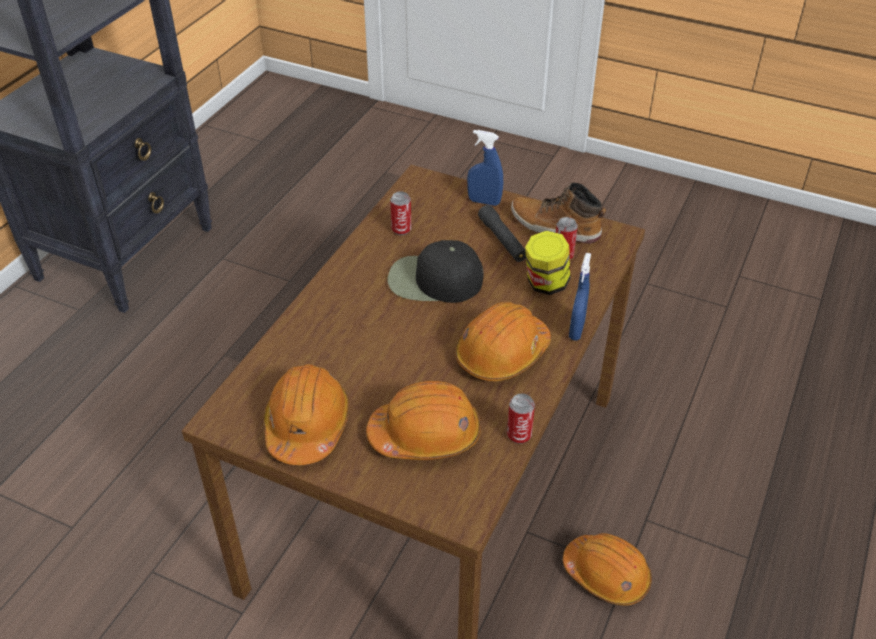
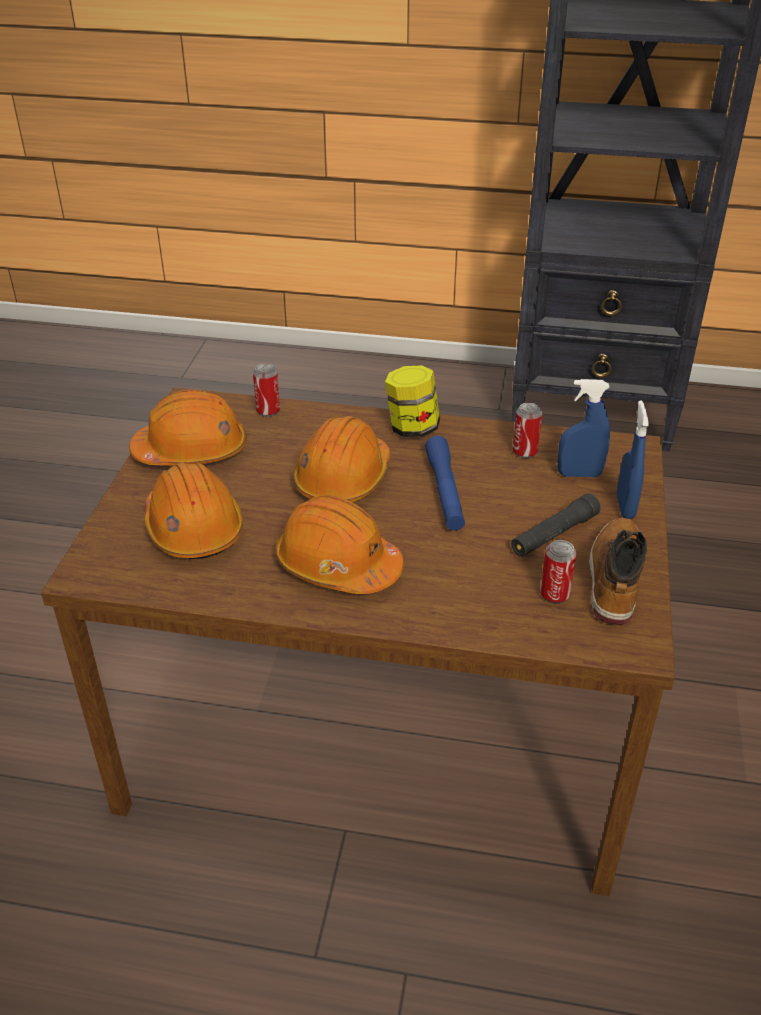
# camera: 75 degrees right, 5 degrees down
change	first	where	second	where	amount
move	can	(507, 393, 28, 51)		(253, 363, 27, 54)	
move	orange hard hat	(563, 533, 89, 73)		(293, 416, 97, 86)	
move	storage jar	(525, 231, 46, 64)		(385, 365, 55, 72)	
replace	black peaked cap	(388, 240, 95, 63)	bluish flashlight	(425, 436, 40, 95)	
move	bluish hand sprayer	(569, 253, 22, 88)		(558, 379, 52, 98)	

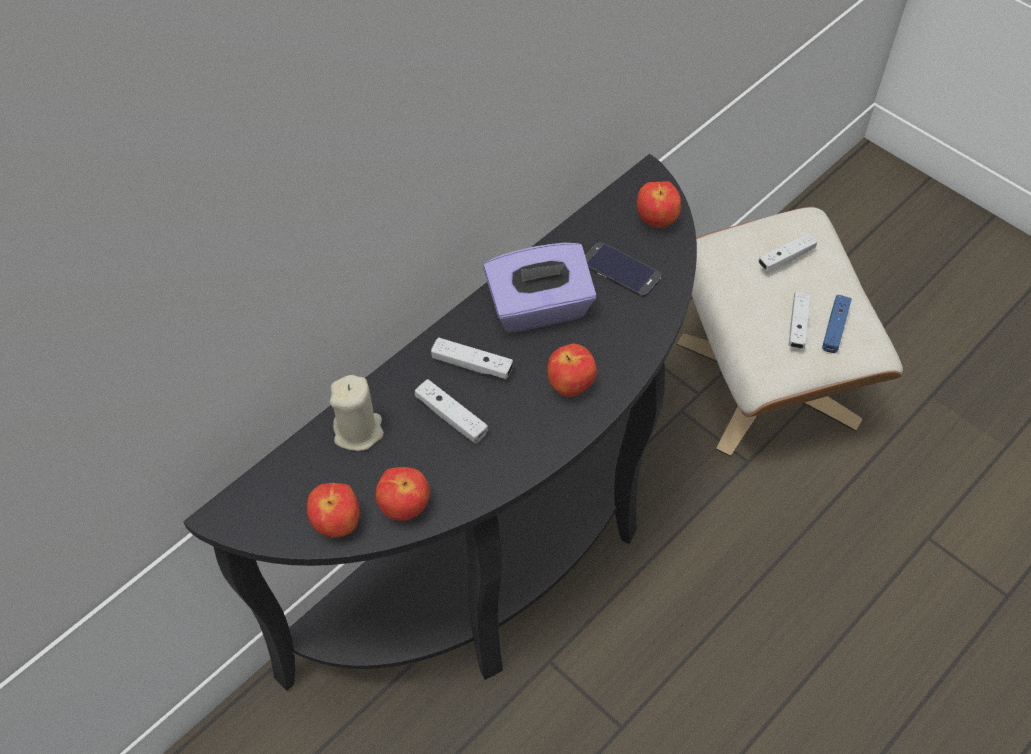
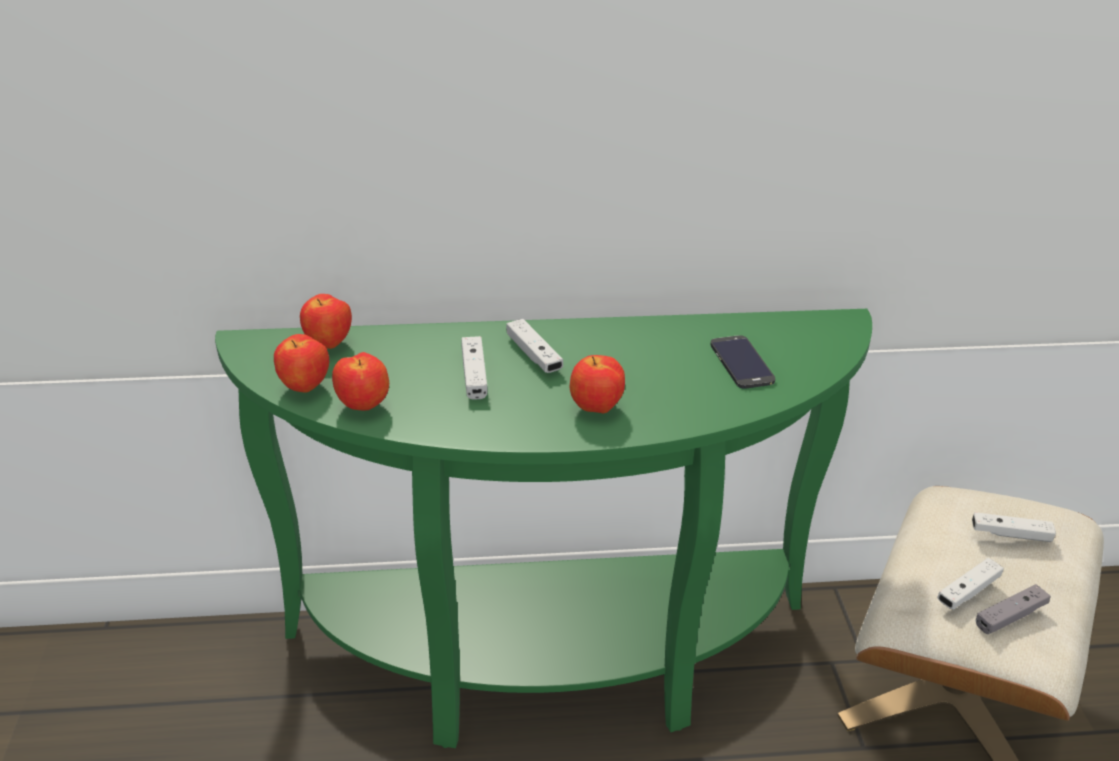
# camera: 40 degrees right, 20 degrees down
change	first	where	second	where	amount
recolor	black hall table	(183, 154, 514, 537)	green hall table	(215, 309, 657, 439)	
move	apple fruit	(637, 181, 44, 47)		(300, 294, 52, 55)	
recolor	bluish game controller	(822, 295, 30, 58)	gray game controller	(975, 584, 76, 50)	
delete	beige wax candle	(330, 375, 54, 76)			
delete	purple-coloured tissue box	(483, 243, 114, 90)			

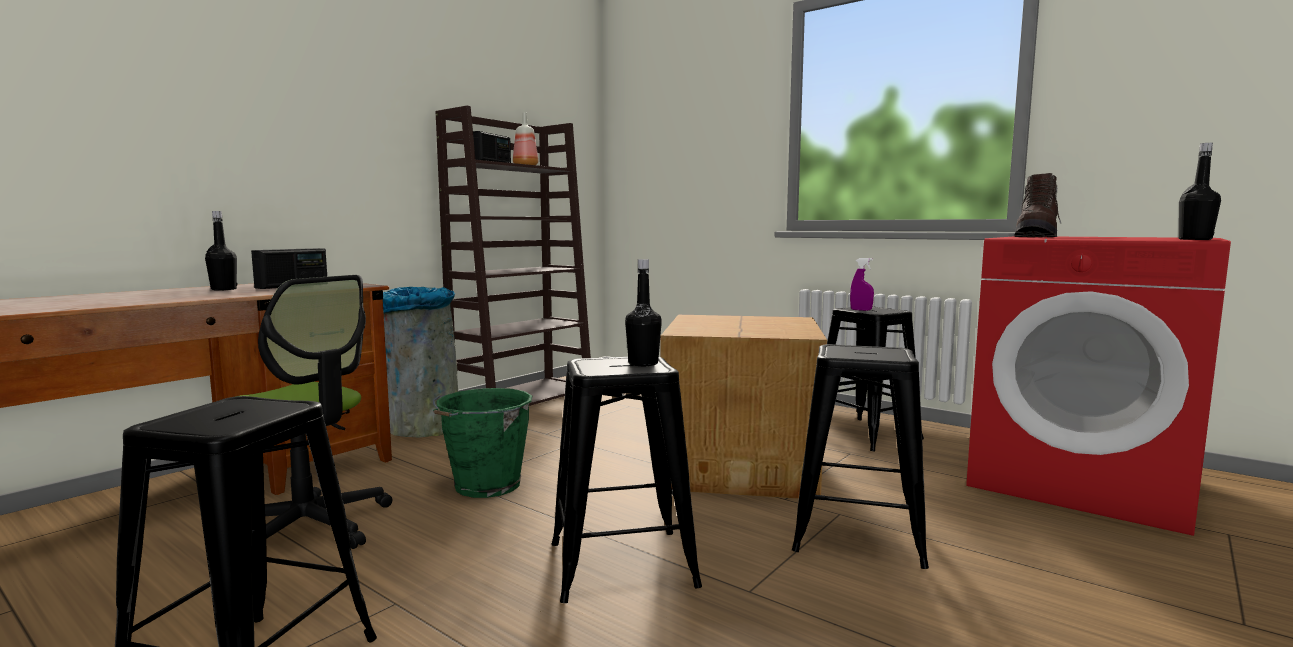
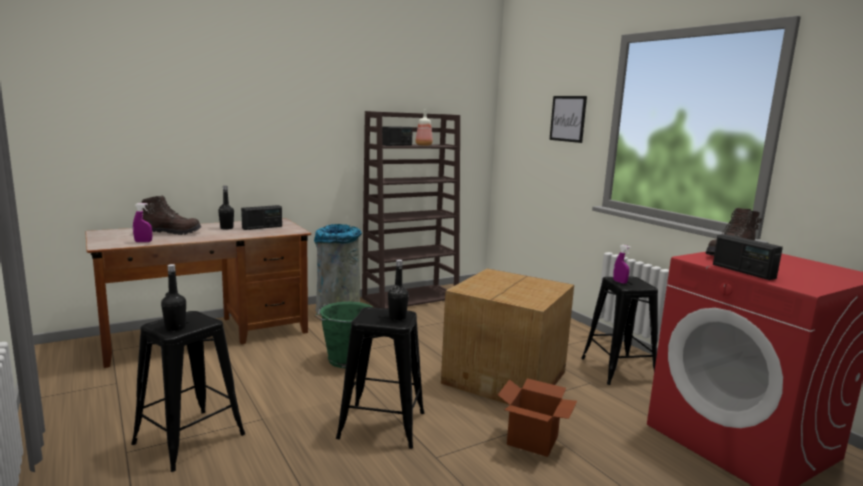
# camera: 20 degrees right, 5 degrees up
change	first	where	second	where	amount
insert			purple-coloured hand sprayer	(133, 203, 19, 39)	
insert			brown tall boot	(141, 195, 60, 40)	
move	black drink bottle	(1178, 143, 43, 97)		(161, 264, 25, 67)	
replace	black sitting stool	(792, 344, 137, 225)	packing box	(498, 378, 79, 79)	
insert			picture	(549, 96, 38, 47)	
insert			radio set	(713, 234, 70, 46)	
delete	computer chair	(235, 275, 158, 274)			

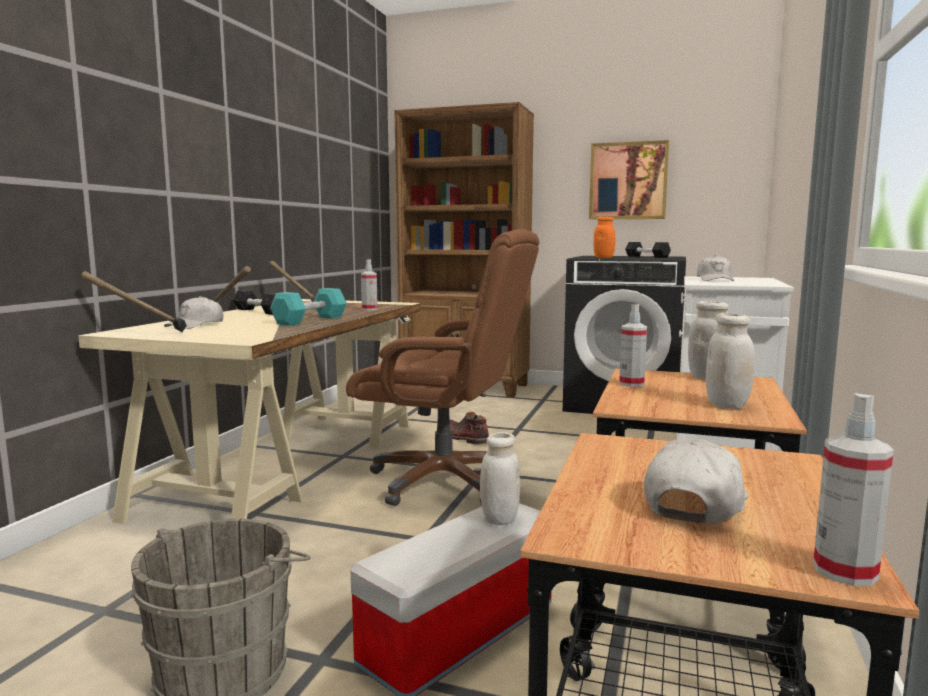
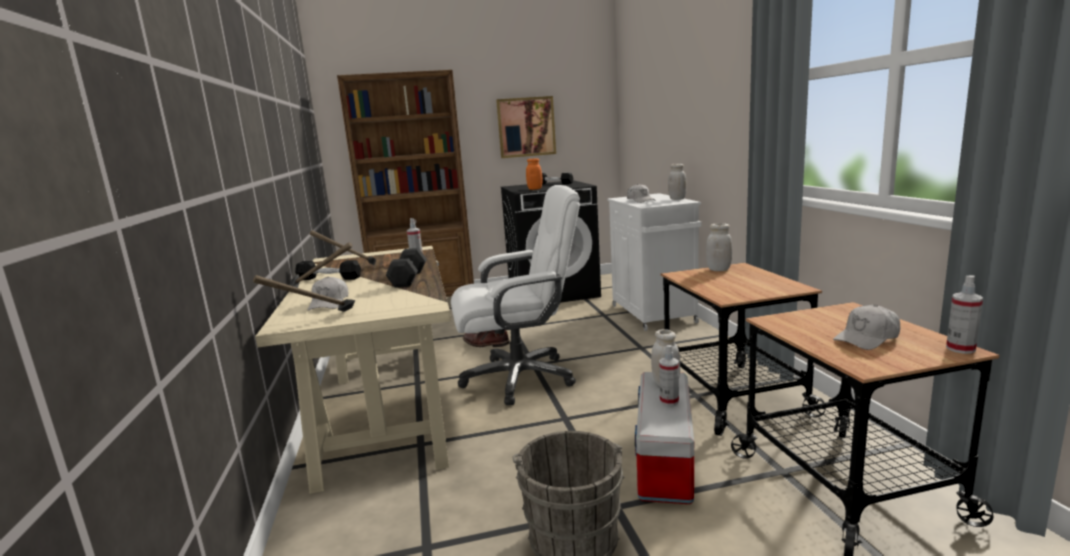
# camera: 30 degrees left, 5 degrees up
change	first	where	second	where	amount
recolor	blue-green hand weight	(270, 288, 77, 37)	black hand weight	(386, 248, 41, 39)	
recolor	brown computer chair	(346, 229, 193, 277)	whitish computer chair	(451, 185, 129, 220)	
move	hand sprayer	(619, 304, 28, 83)		(659, 345, 20, 61)	
move	whitish storage jar	(706, 313, 49, 95)		(668, 164, 19, 36)	
rotate	whitish peaked cap	(644, 439, 104, 85)		(833, 305, 67, 45)	120 degrees counterclockwise

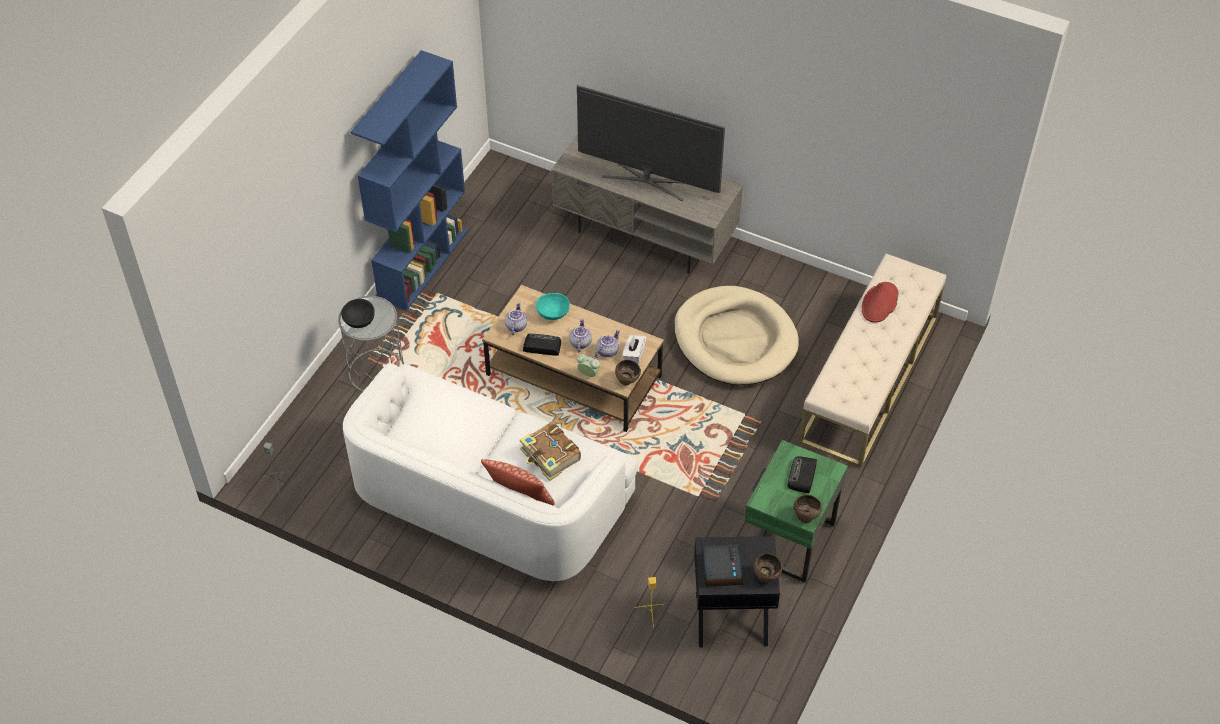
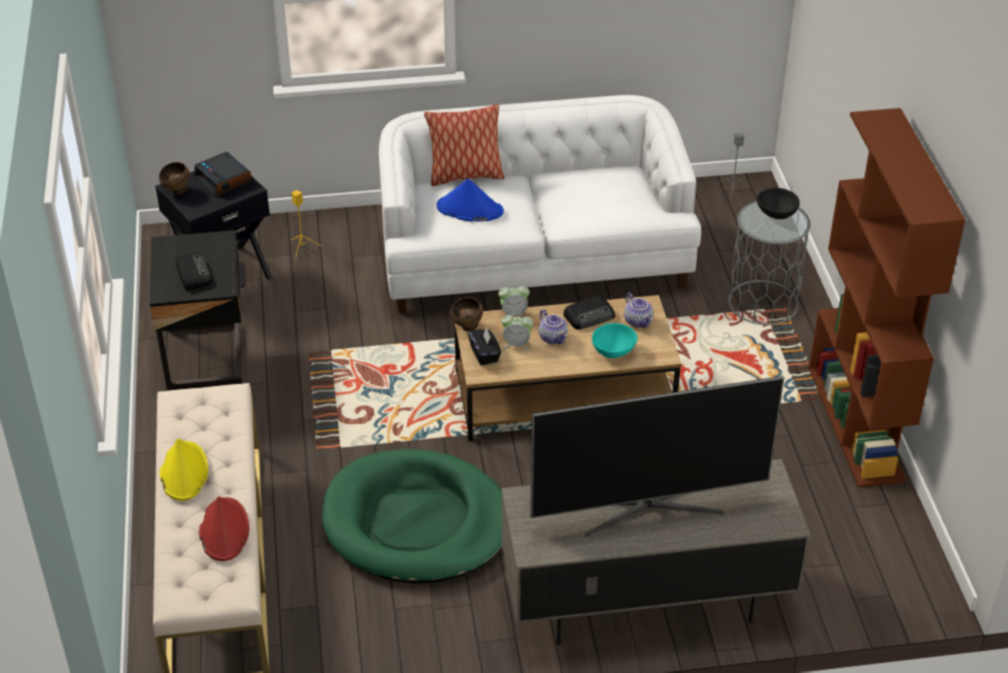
# camera: 145 degrees right, 10 degrees down
change	first	where	second	where	amount
recolor	green nightstand	(745, 440, 103, 143)	black nightstand	(149, 230, 97, 161)	
insert			yellowish wearable hat	(160, 438, 48, 63)	
recolor	beige dog cushion	(674, 286, 125, 99)	green dog cushion	(322, 449, 180, 135)	
replace	bound book	(520, 422, 61, 59)	bluish wearable hat	(437, 178, 67, 44)	
recolor	whitish tissue box	(622, 335, 24, 29)	black tissue box	(468, 327, 33, 38)	
replace	pot for tea	(595, 330, 25, 28)	bedside clock	(502, 313, 31, 37)	
recolor	bluish bookshelf	(350, 50, 119, 261)	brown bookshelf	(809, 108, 156, 379)	
delete	brown deep dish	(794, 494, 28, 29)			

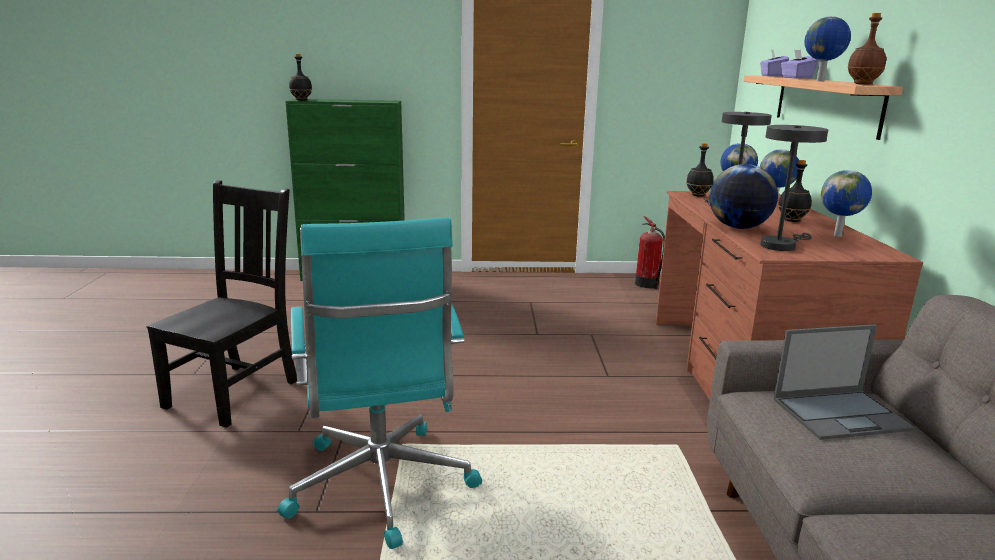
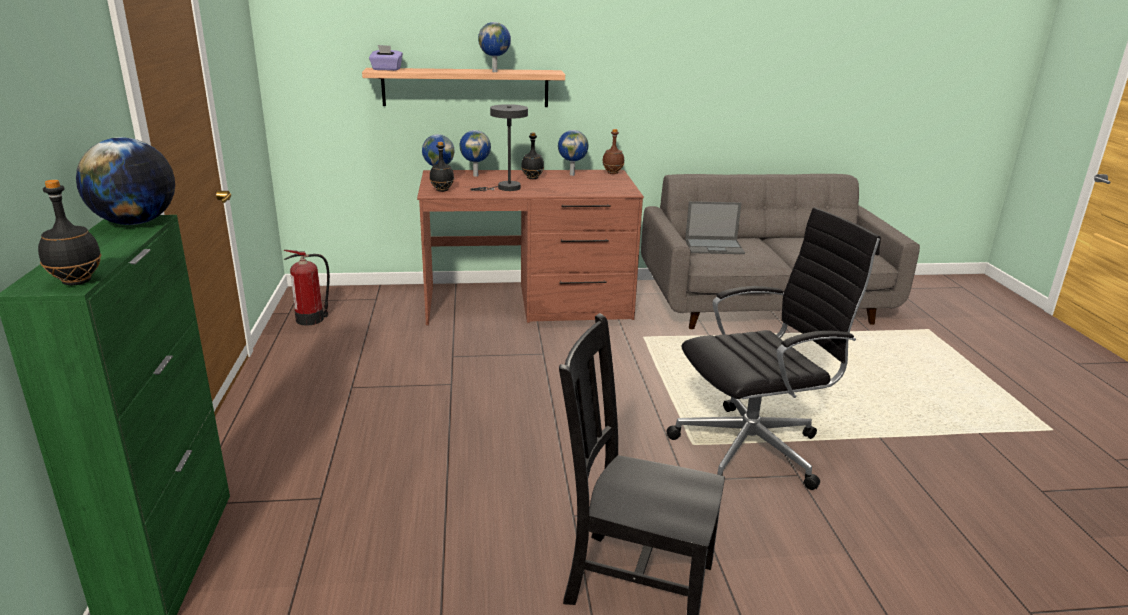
# camera: 95 degrees left, 5 degrees up
change	first	where	second	where	amount
move	desk globe	(710, 164, 68, 65)		(76, 137, 99, 88)	
move	brown drink bottle	(847, 13, 39, 72)		(602, 129, 22, 45)	
recolor	blue-green computer chair	(278, 217, 204, 332)	black computer chair	(666, 207, 215, 283)	
rotate	portable computer	(774, 324, 141, 116)		(685, 201, 60, 53)	105 degrees clockwise
delete	gray lamp for a table	(760, 125, 68, 126)			
delete	purple-coloured tissue box	(781, 50, 37, 29)			

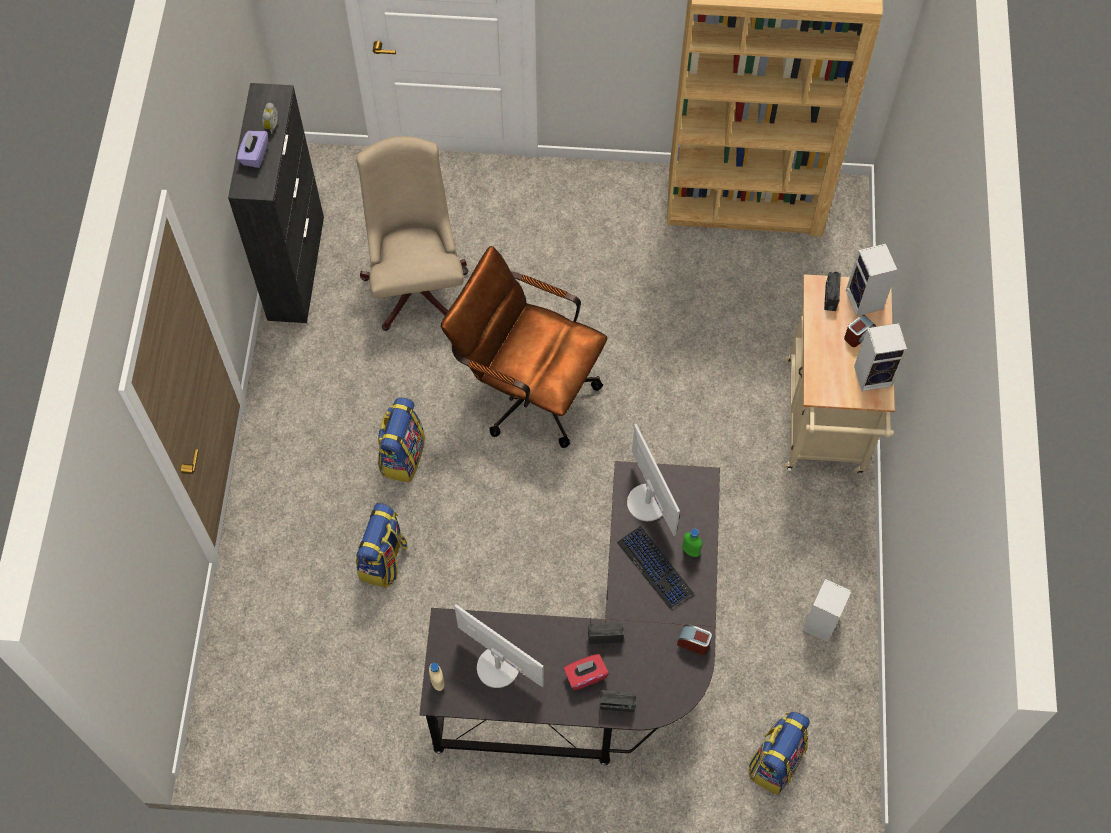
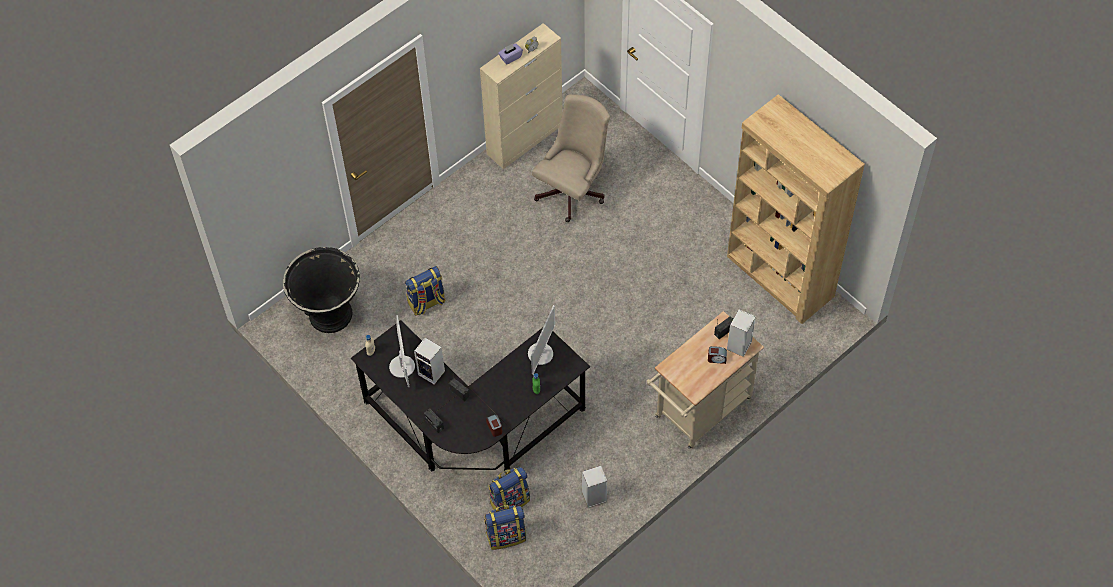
# camera: 45 degrees right, 5 degrees down
change	first	where	second	where	amount
insert			black planter	(283, 247, 77, 86)	
move	audio speaker	(854, 323, 53, 68)		(414, 338, 31, 47)	
recolor	black storage cabinet	(228, 83, 96, 240)	beige storage cabinet	(480, 23, 83, 146)	
move	backpack	(378, 398, 47, 84)		(489, 467, 41, 44)	
delete	brown computer chair	(441, 246, 166, 202)			
delete	red tissue box	(564, 654, 45, 36)			
delete	PC keyboard	(617, 526, 77, 83)			

